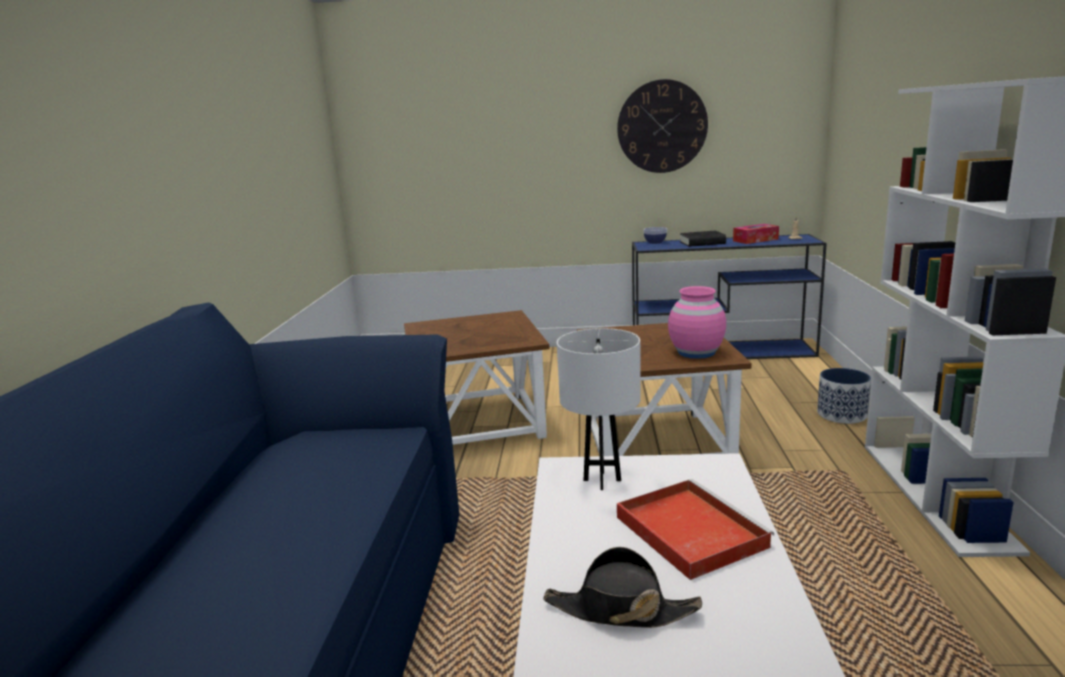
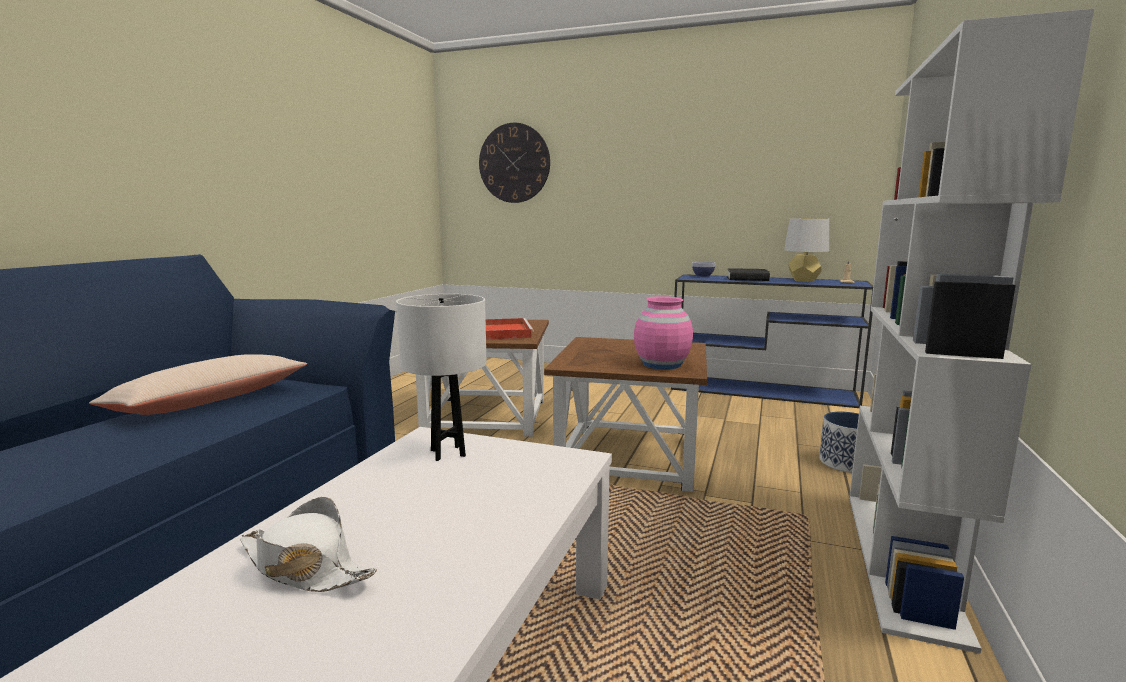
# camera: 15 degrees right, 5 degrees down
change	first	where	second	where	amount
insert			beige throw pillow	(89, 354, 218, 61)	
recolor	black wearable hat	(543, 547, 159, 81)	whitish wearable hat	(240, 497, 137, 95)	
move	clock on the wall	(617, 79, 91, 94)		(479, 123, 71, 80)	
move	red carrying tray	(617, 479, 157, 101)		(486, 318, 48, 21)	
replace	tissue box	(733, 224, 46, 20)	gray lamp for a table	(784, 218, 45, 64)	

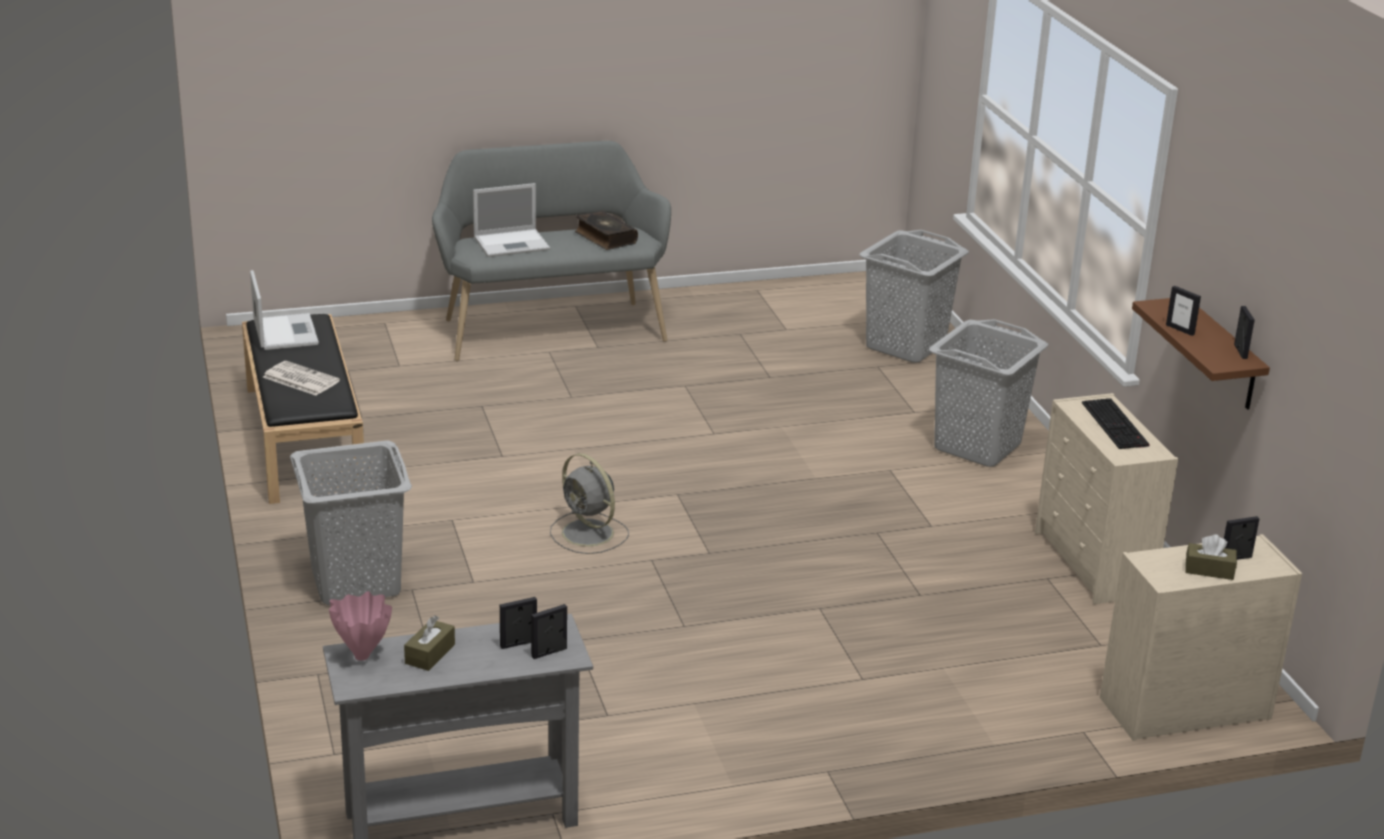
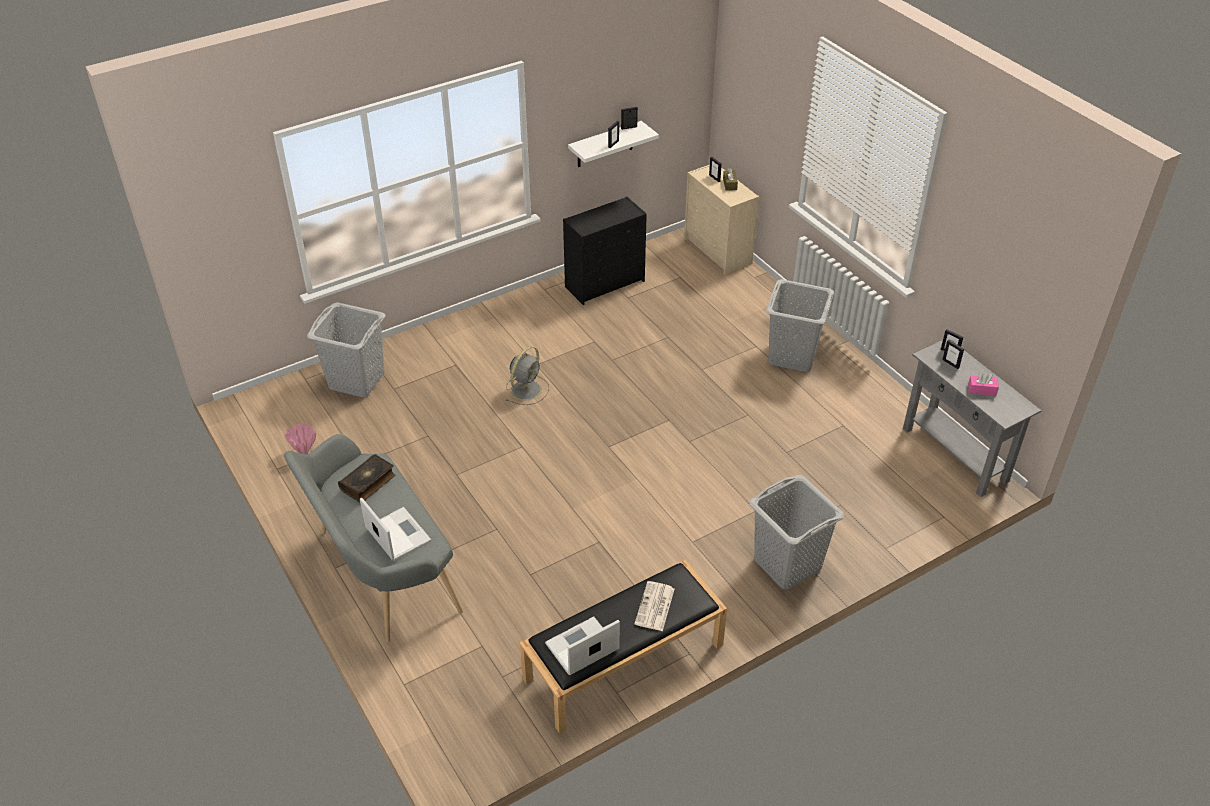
# camera: 105 degrees left, 15 degrees up
change	first	where	second	where	amount
move	pink flower vase	(329, 591, 63, 70)		(284, 423, 32, 31)	
move	gray electric fan	(550, 453, 79, 101)		(506, 347, 43, 58)	
recolor	beige drawer chest	(1035, 393, 143, 211)	black drawer chest	(563, 197, 84, 108)	
recolor	brown shelf	(1132, 298, 138, 112)	whitish shelf	(568, 121, 91, 46)	
move	gray washing basket	(929, 319, 119, 148)		(766, 279, 68, 93)	
recolor	brown tissue box	(404, 615, 51, 56)	pink tissue box	(968, 372, 31, 24)	
delete	PC keyboard	(1082, 398, 68, 51)			

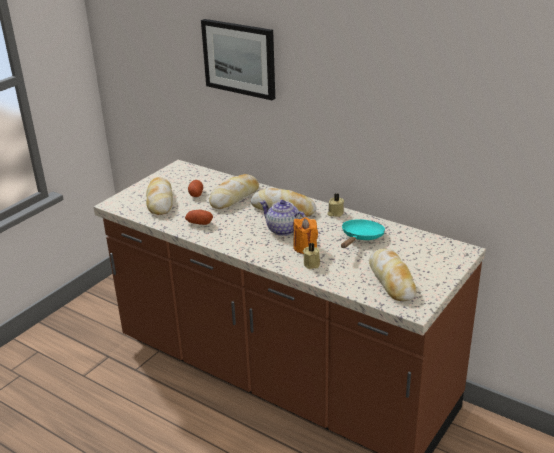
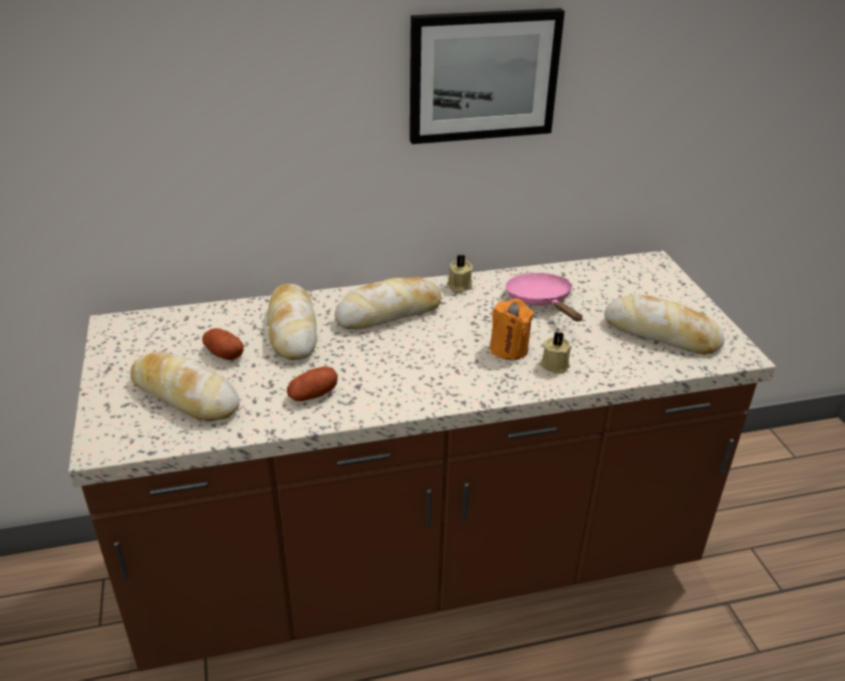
# camera: 50 degrees left, 5 degrees up
change	first	where	second	where	amount
move	picture	(201, 19, 74, 81)		(410, 8, 155, 136)	
recolor	blue-green frying pan	(341, 219, 44, 29)	pink frying pan	(505, 273, 78, 49)	
delete	pot for tea	(260, 200, 47, 36)			

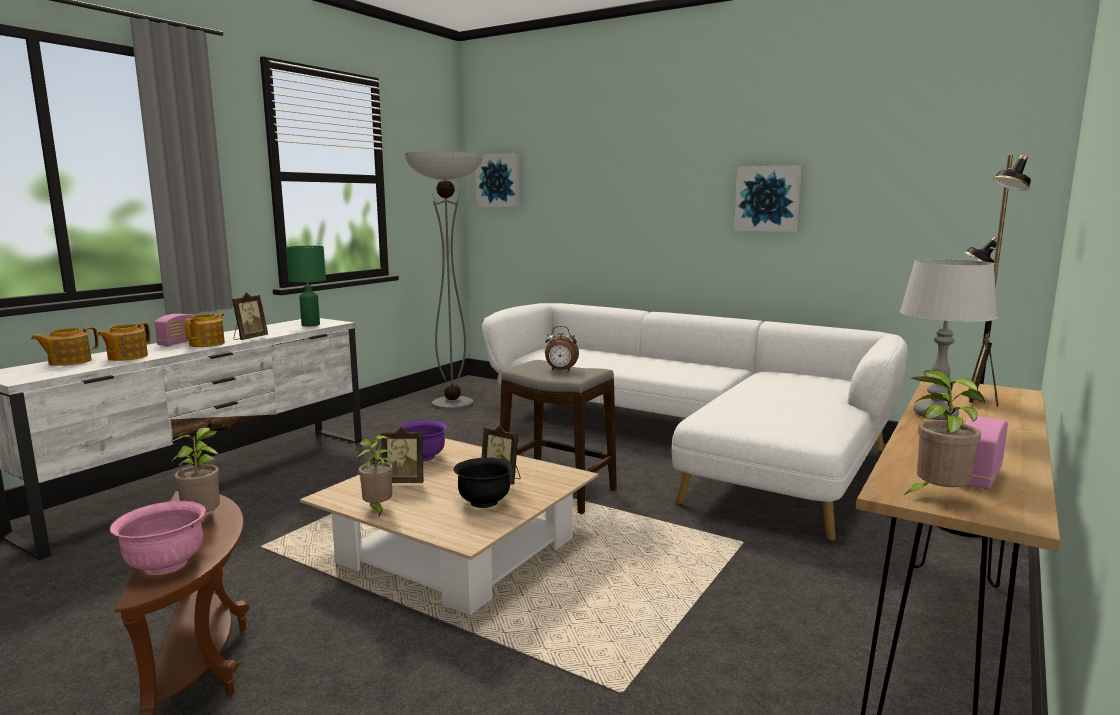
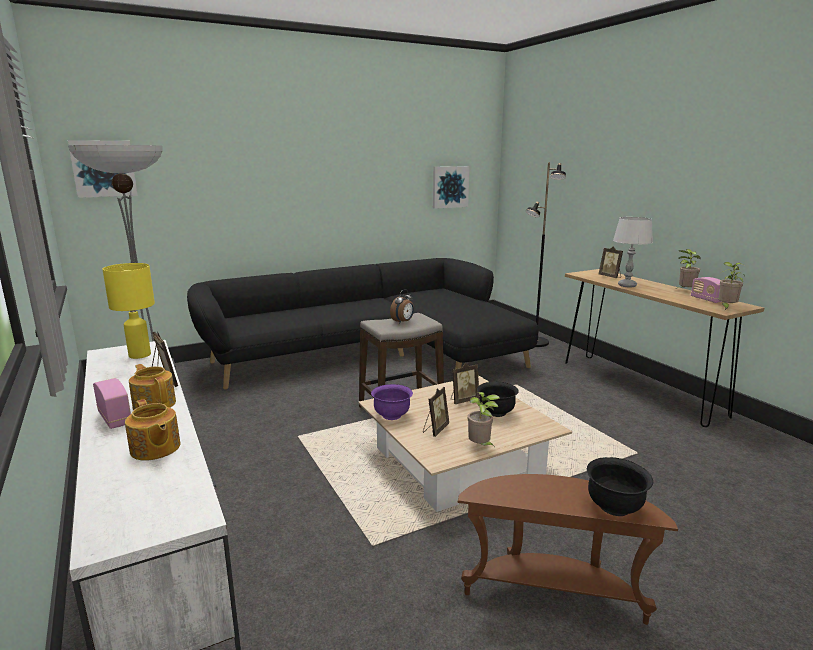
# camera: 60 degrees left, 5 degrees up
change	first	where	second	where	amount
recolor	green lamp for a table	(286, 246, 40, 81)	yellowish lamp for a table	(102, 263, 53, 96)	
recolor	whitish settee	(482, 303, 426, 238)	black settee	(187, 258, 351, 132)	
move	picture	(734, 165, 69, 67)		(433, 166, 37, 43)	
recolor	pink deep dish	(110, 501, 96, 74)	black deep dish	(587, 457, 66, 59)	
move	houseplant	(171, 427, 49, 86)		(676, 249, 25, 40)	
delete	pot for tea	(31, 327, 68, 39)			

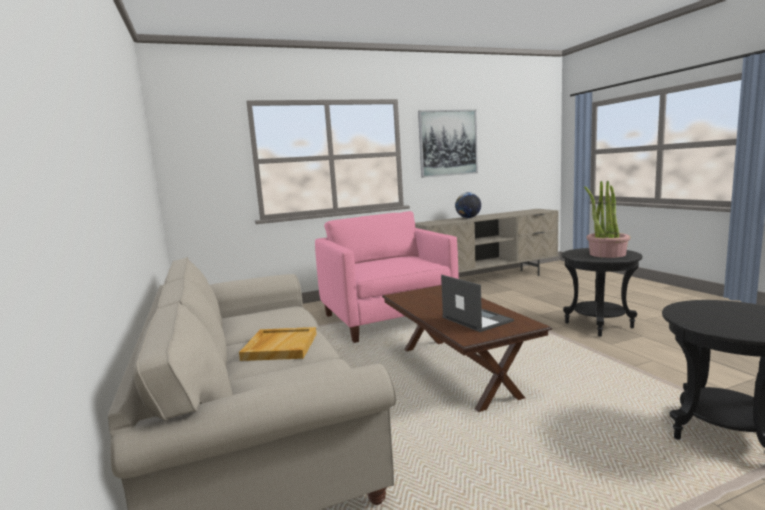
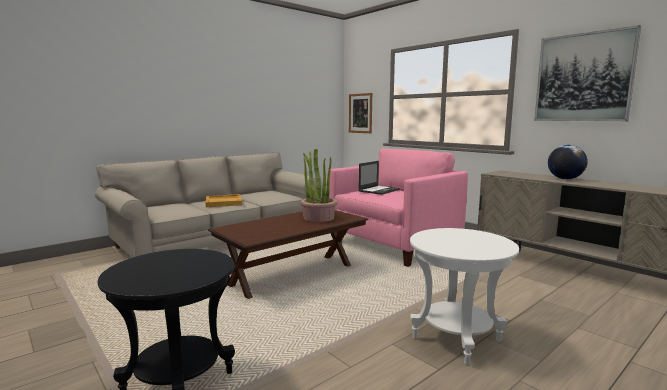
# camera: 70 degrees right, 0 degrees up
change	first	where	second	where	amount
move	houseplant	(584, 181, 47, 77)		(301, 148, 37, 74)	
insert			picture	(349, 93, 23, 40)	
move	portable computer	(441, 275, 73, 57)		(358, 161, 42, 34)	
recolor	black side table	(562, 248, 81, 89)	whitish side table	(410, 228, 109, 137)	

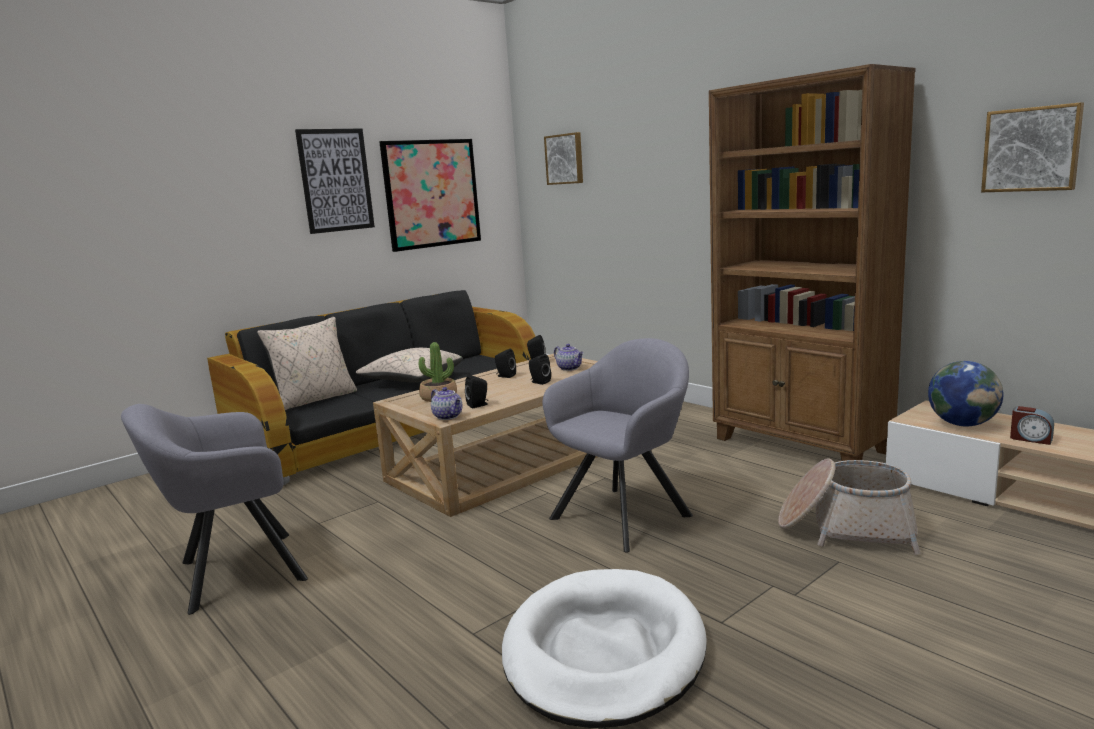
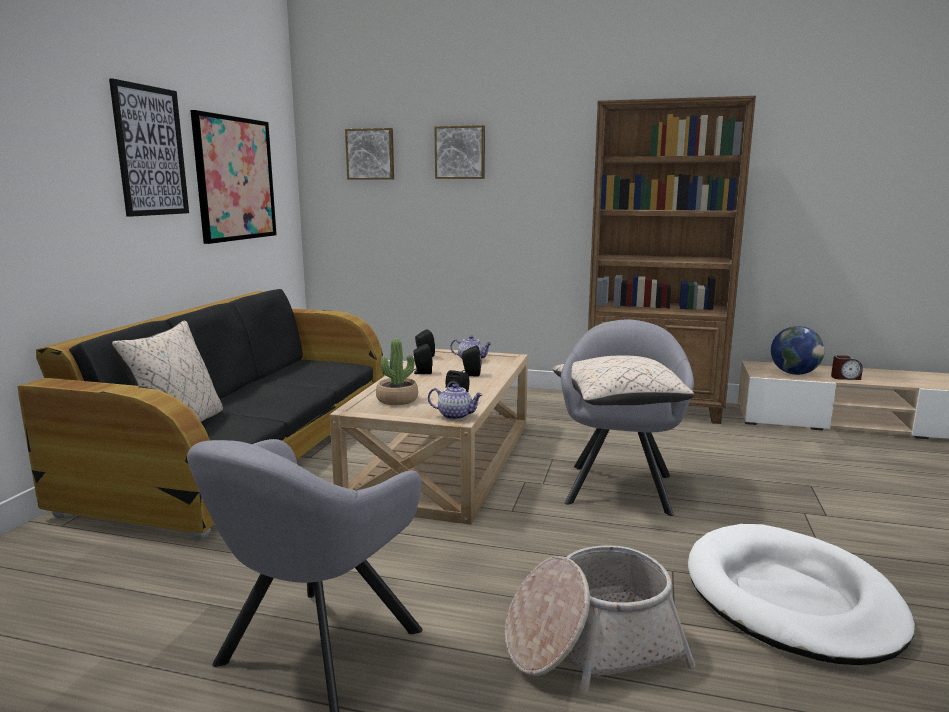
# camera: 35 degrees left, 0 degrees up
change	first	where	second	where	amount
move	picture	(981, 102, 103, 90)		(434, 125, 51, 54)	
move	household basket	(778, 458, 143, 97)		(505, 545, 191, 147)	
move	beige throw pillow	(356, 348, 107, 35)		(553, 355, 141, 50)	

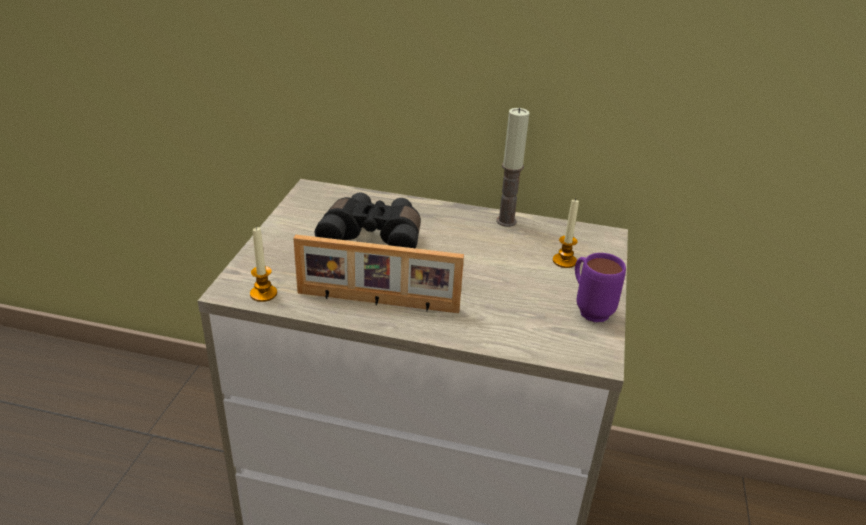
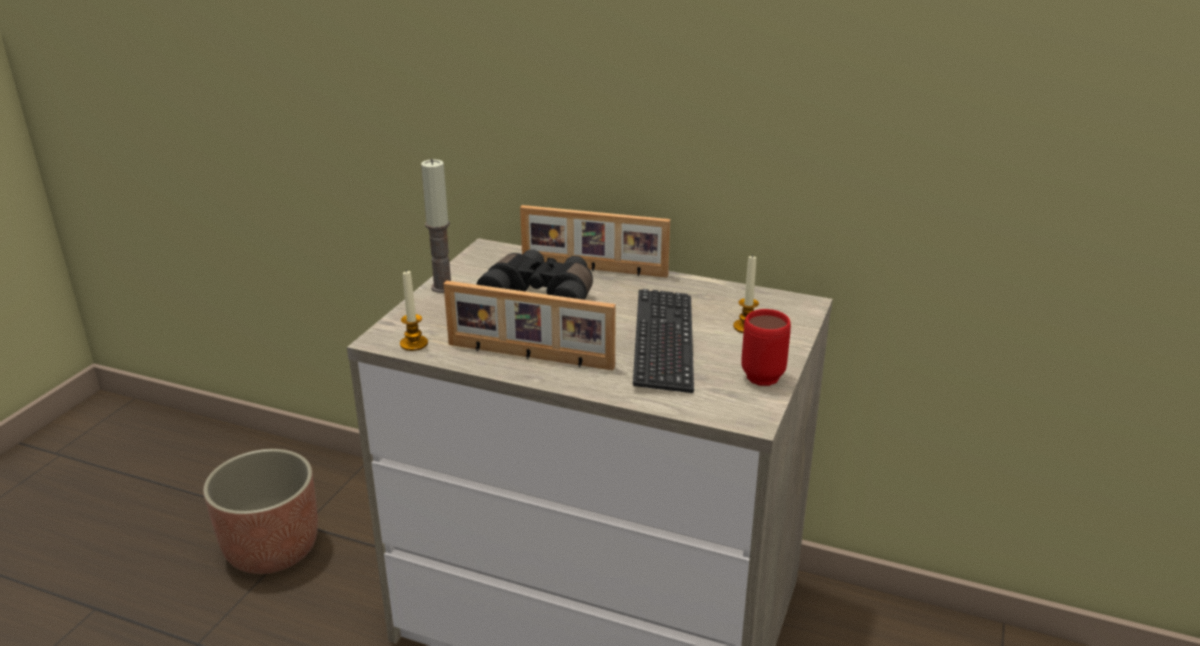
# camera: 10 degrees right, 5 degrees down
change	first	where	second	where	amount
insert			planter	(203, 449, 115, 125)	
move	wax candle	(496, 108, 33, 119)		(421, 159, 30, 134)	
insert			picture frame	(520, 205, 150, 73)	
insert			PC keyboard	(633, 289, 61, 104)	
recolor	purple-coloured tea mug	(575, 253, 51, 69)	red tea mug	(741, 309, 50, 77)	

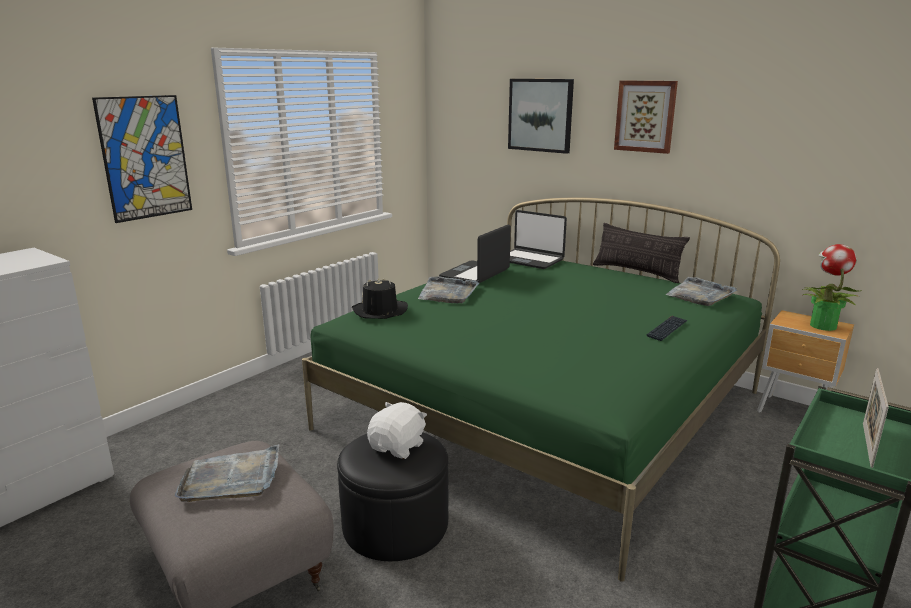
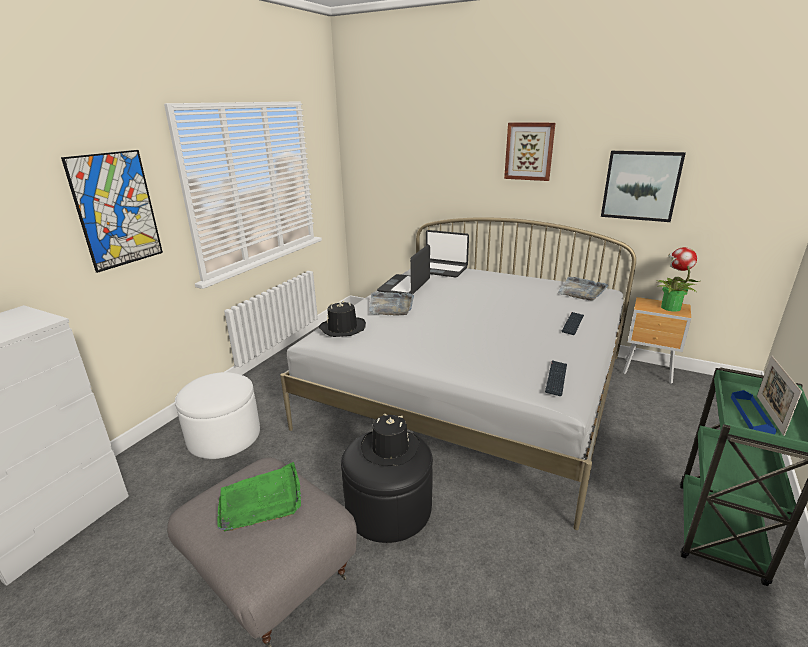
# camera: 10 degrees left, 5 degrees up
change	first	where	second	where	amount
insert			whitish pouffe	(175, 372, 85, 87)	
recolor	gray carrying tray	(175, 444, 104, 58)	green carrying tray	(217, 462, 84, 70)	
recolor	green bed	(302, 197, 478, 384)	whitish bed	(280, 217, 356, 313)	
replace	whitish plush toy	(367, 402, 60, 57)	black wearable hat	(361, 413, 59, 53)	
insert			PC keyboard	(545, 360, 22, 36)	
move	picture	(508, 79, 66, 75)		(601, 151, 85, 71)	
insert			bluish carrying tray	(731, 390, 46, 44)	
delete	throw pillow	(593, 223, 97, 60)			

